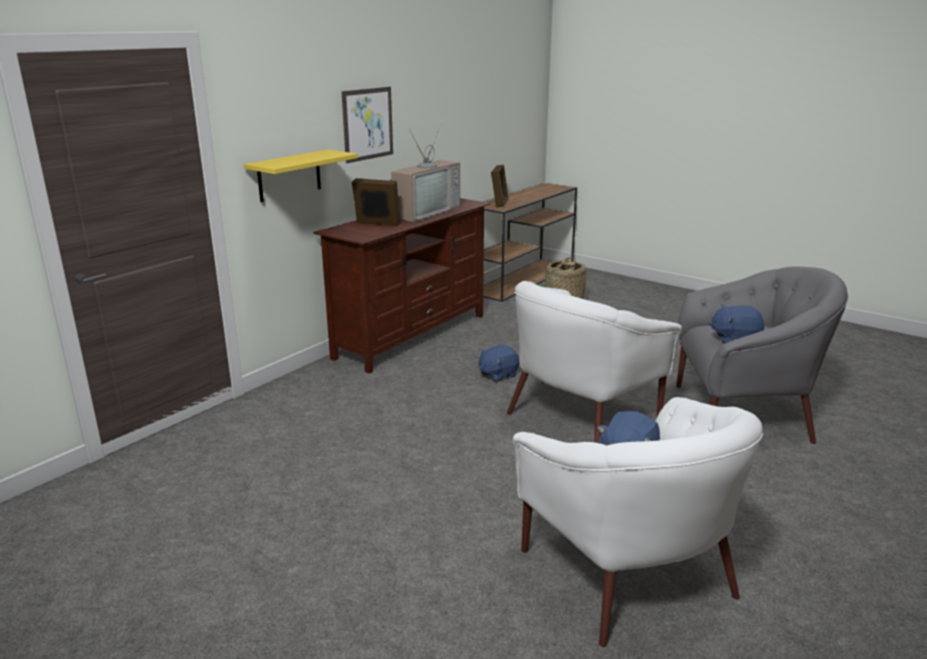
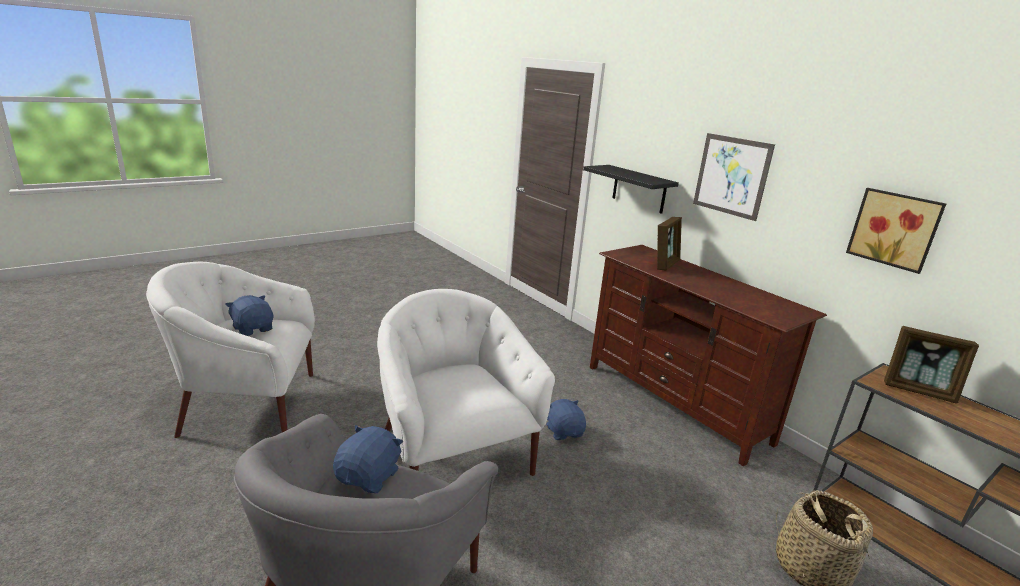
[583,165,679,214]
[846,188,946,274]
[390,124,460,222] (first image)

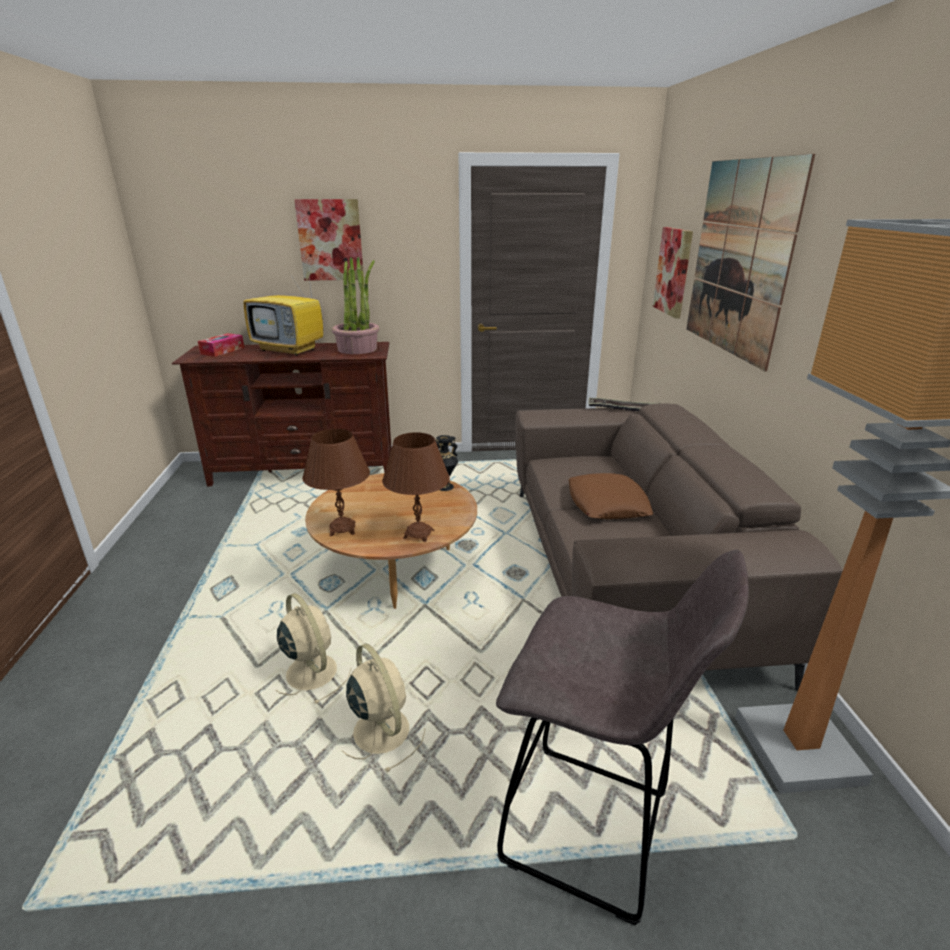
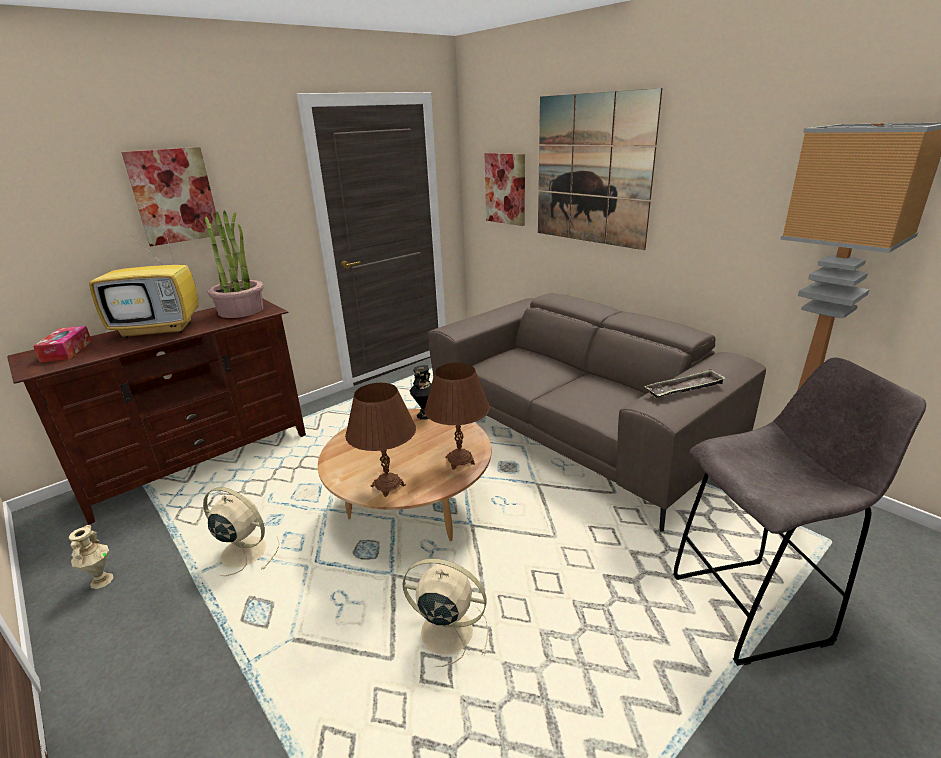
[69,525,114,589]
[203,487,280,576]
[644,369,726,398]
[569,473,653,519] (first image)

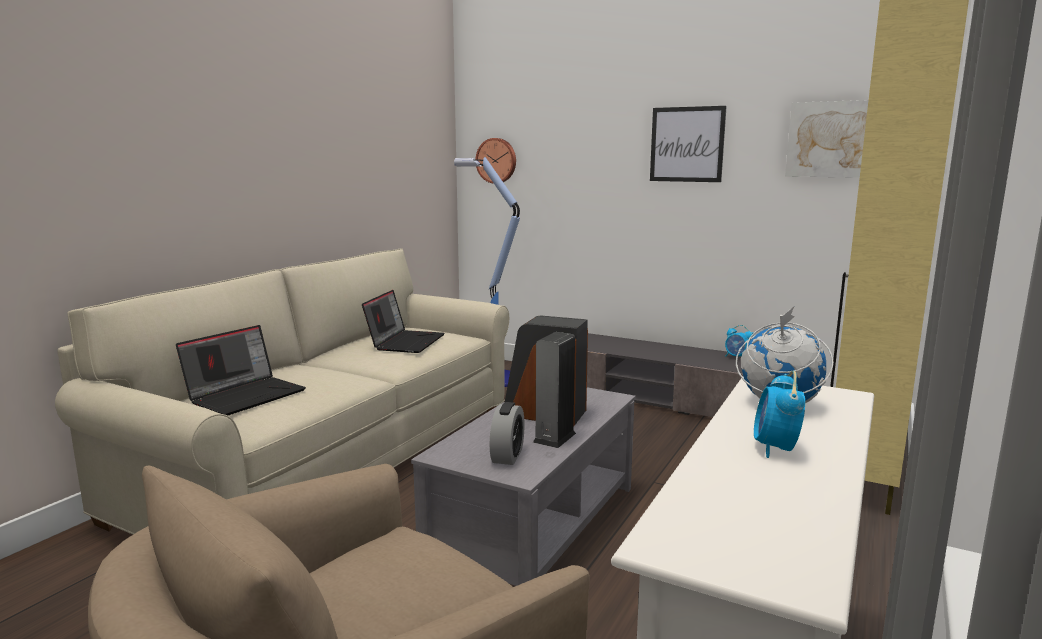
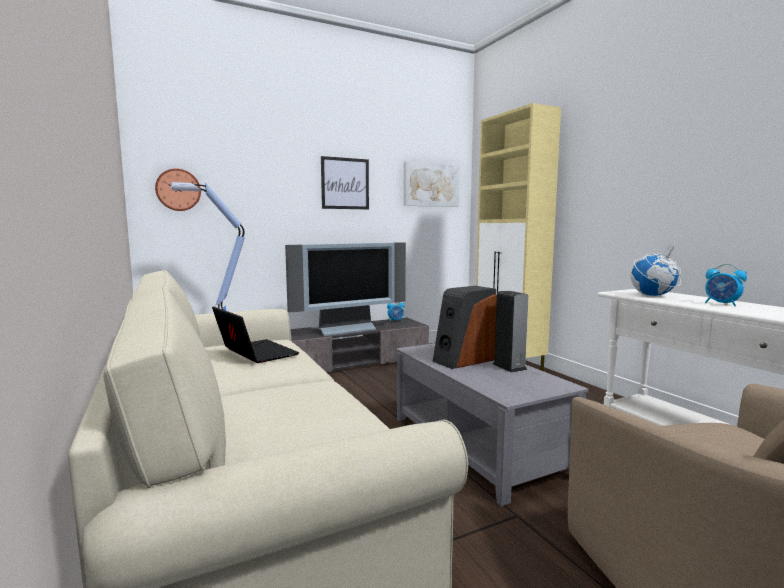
[285,242,406,336]
[176,325,306,416] (first image)
[490,402,525,465] (first image)

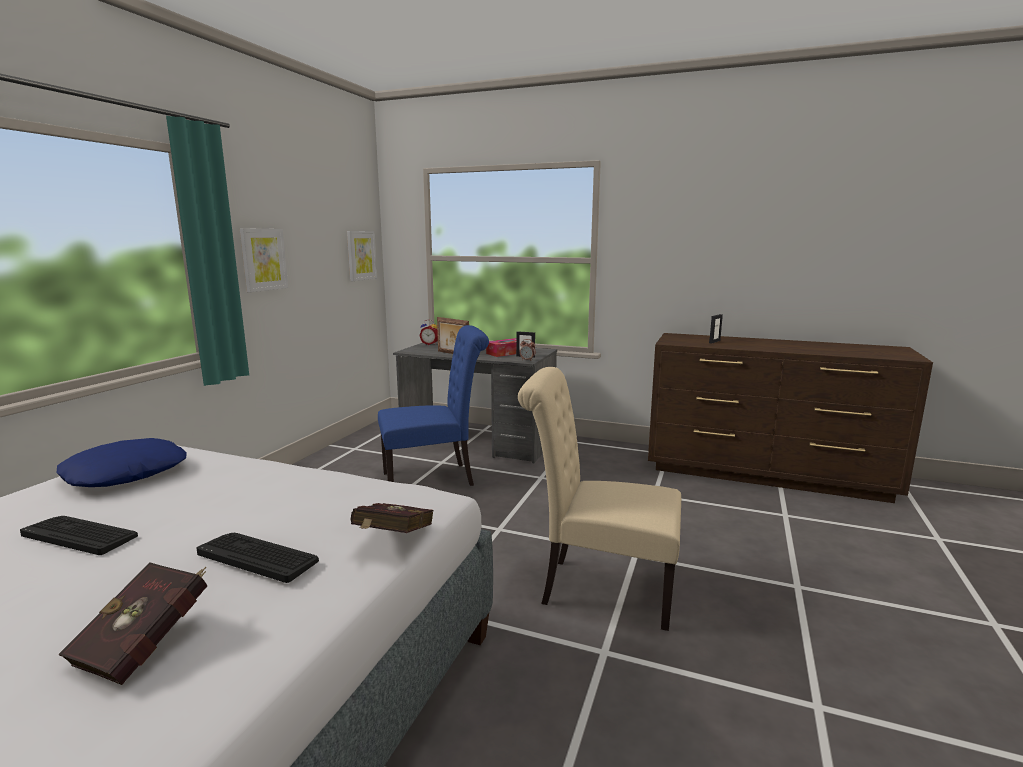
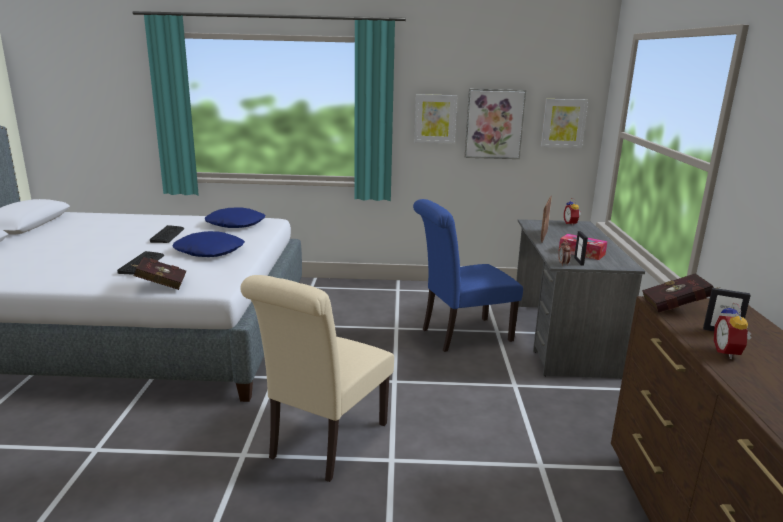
[172,231,245,257]
[240,275,394,482]
[413,199,523,352]
[465,89,526,159]
[642,273,720,313]
[714,303,752,359]

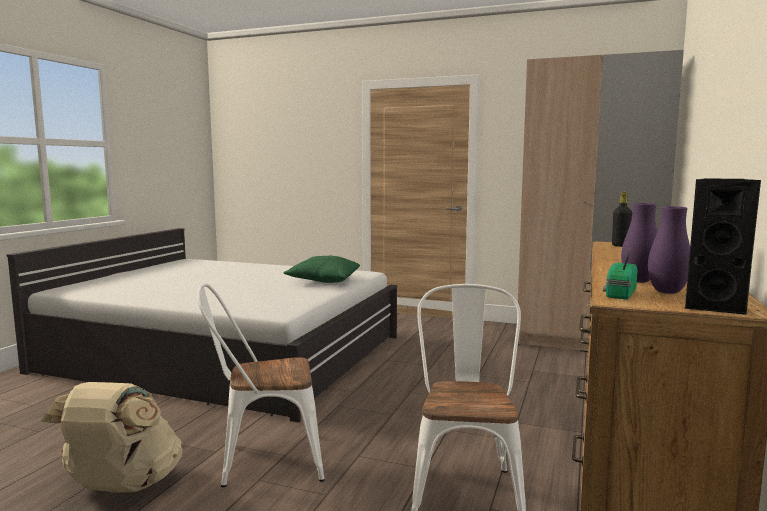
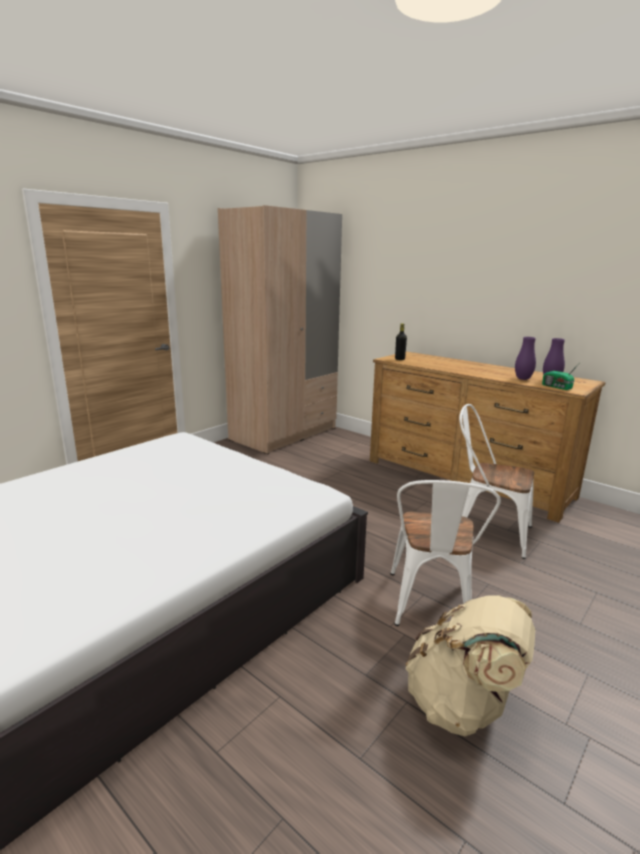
[284,255,360,283] (first image)
[685,178,761,315] (first image)

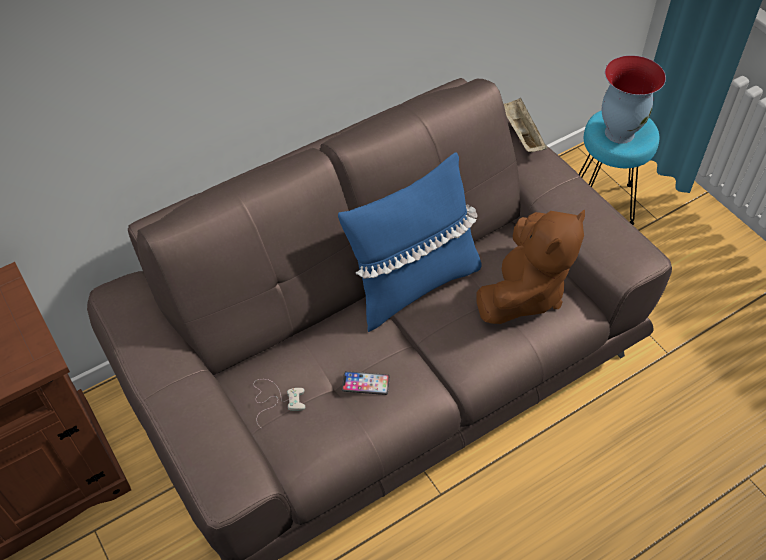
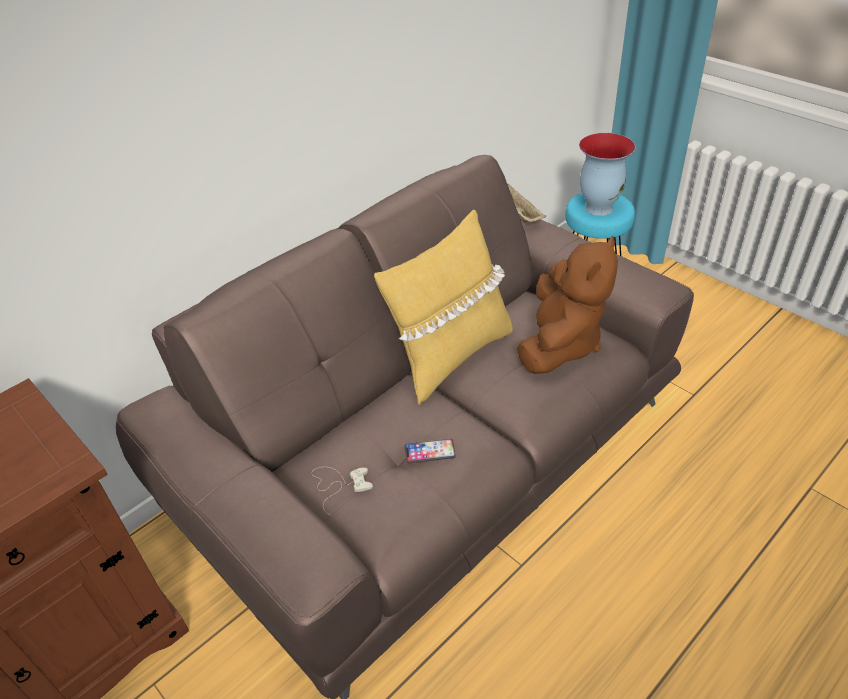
[374,210,513,405]

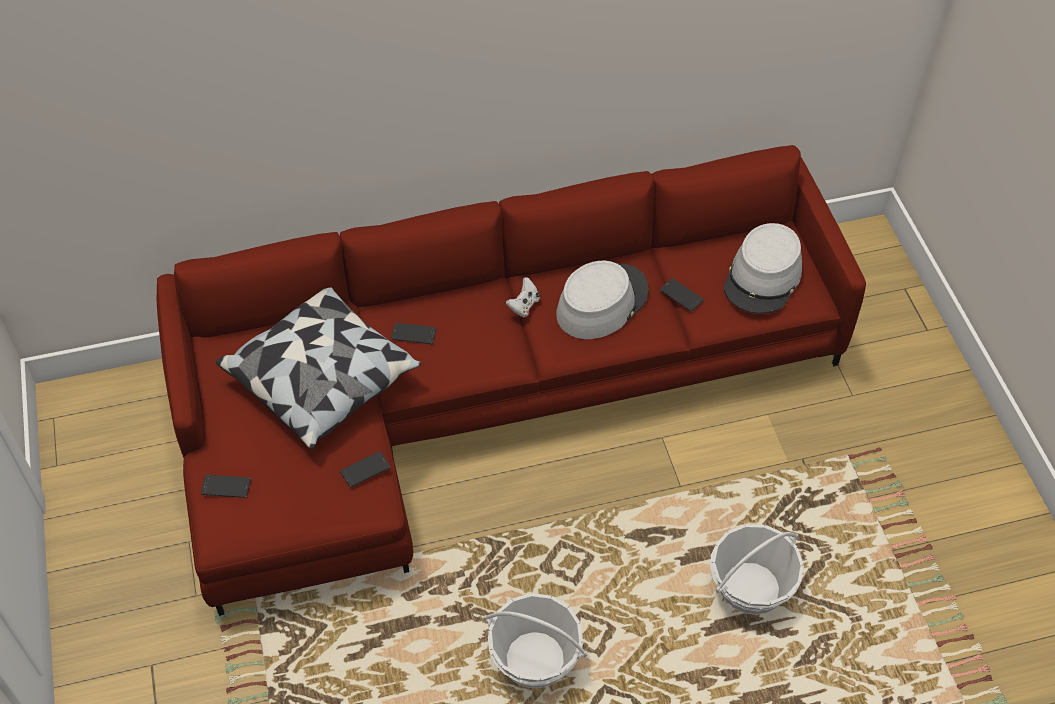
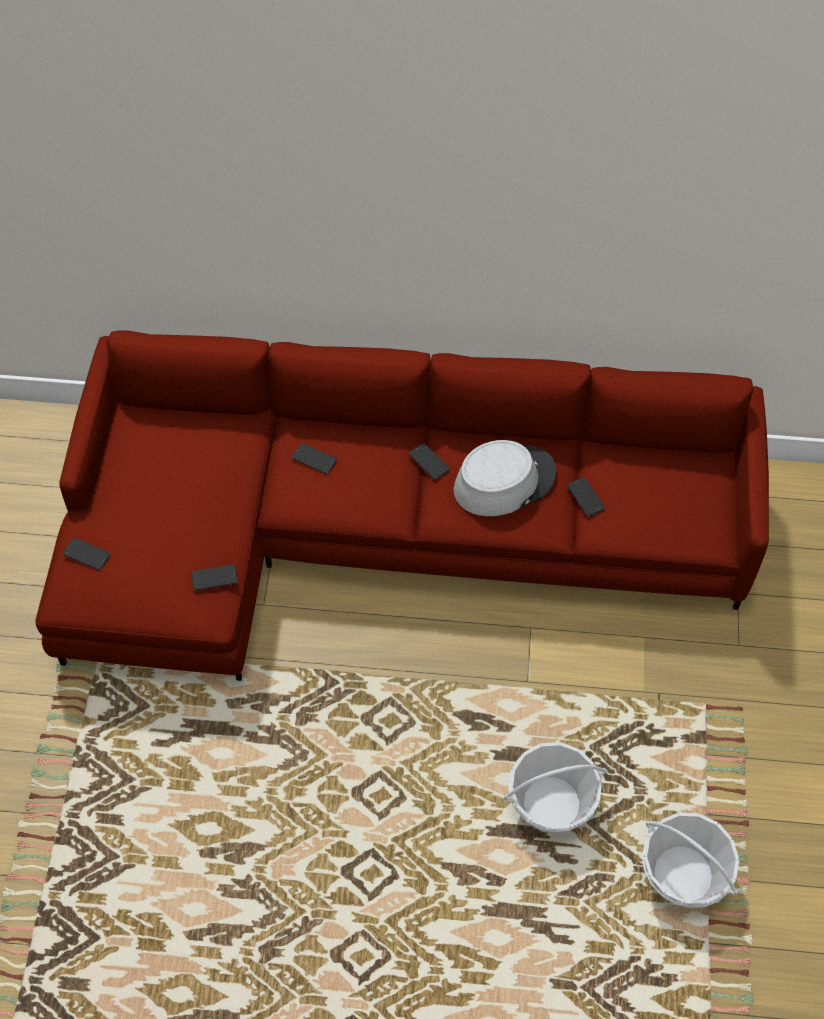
[409,443,450,480]
[642,812,739,908]
[215,288,422,449] (first image)
[724,223,802,314] (first image)

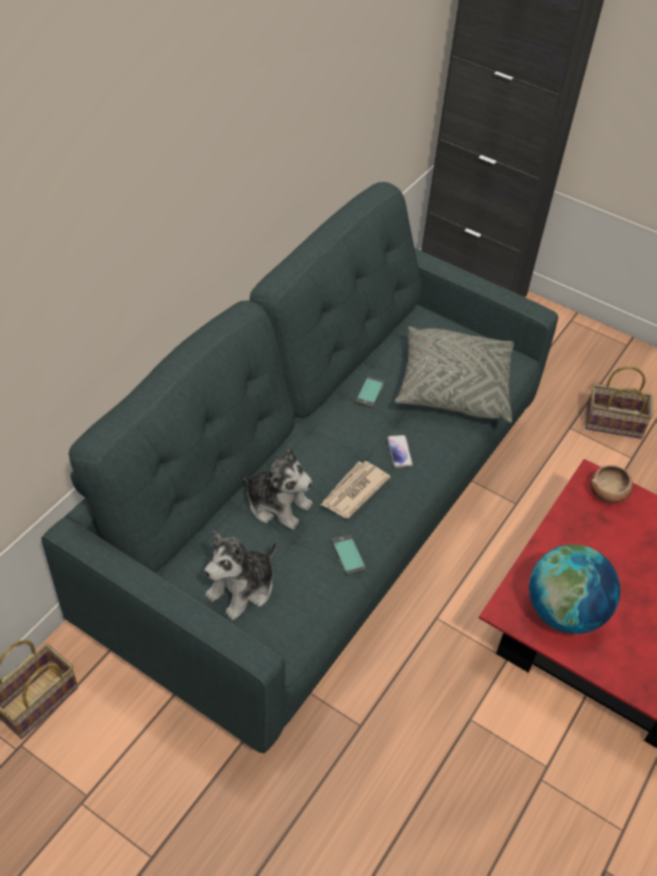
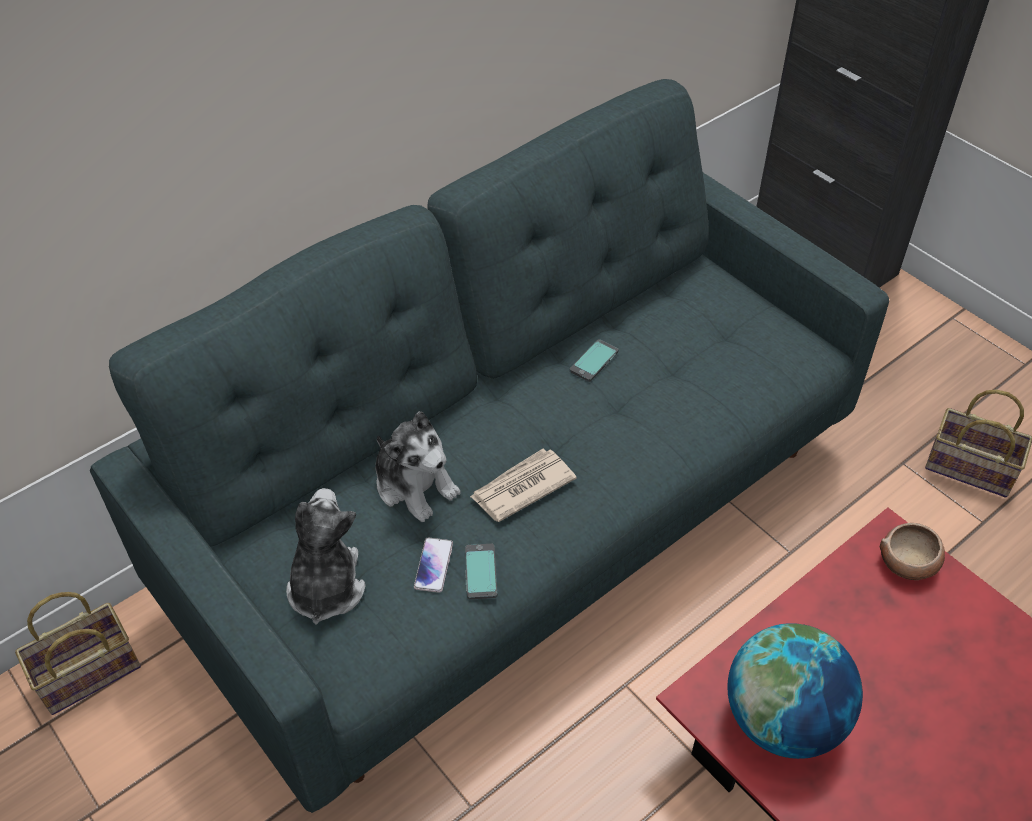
[286,488,365,625]
[414,538,453,593]
[395,326,514,423] (first image)

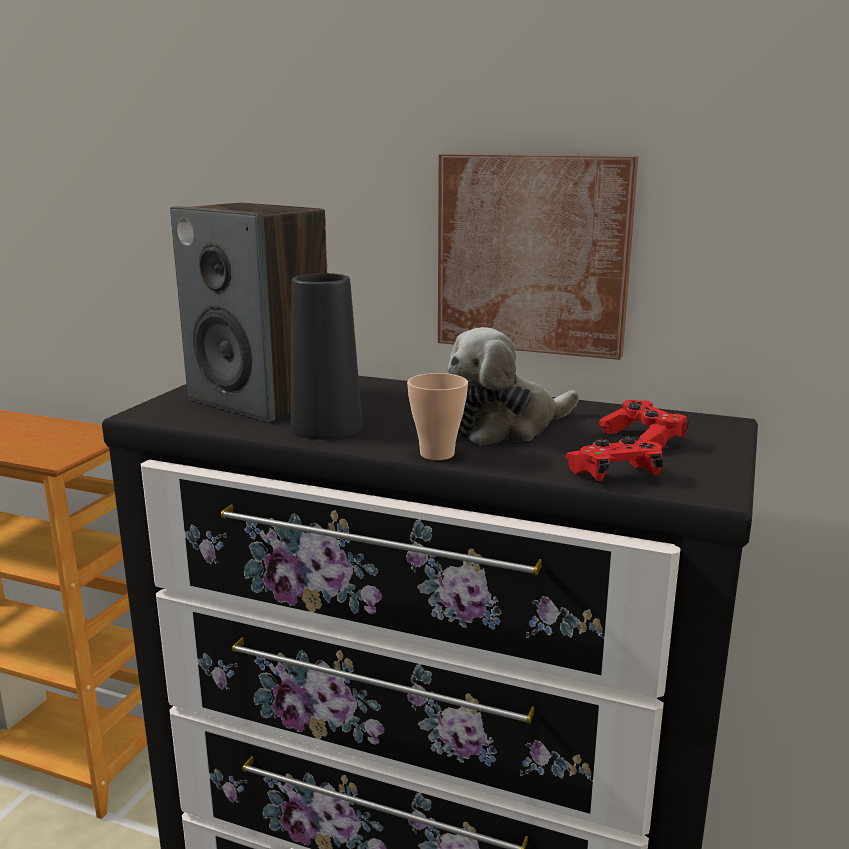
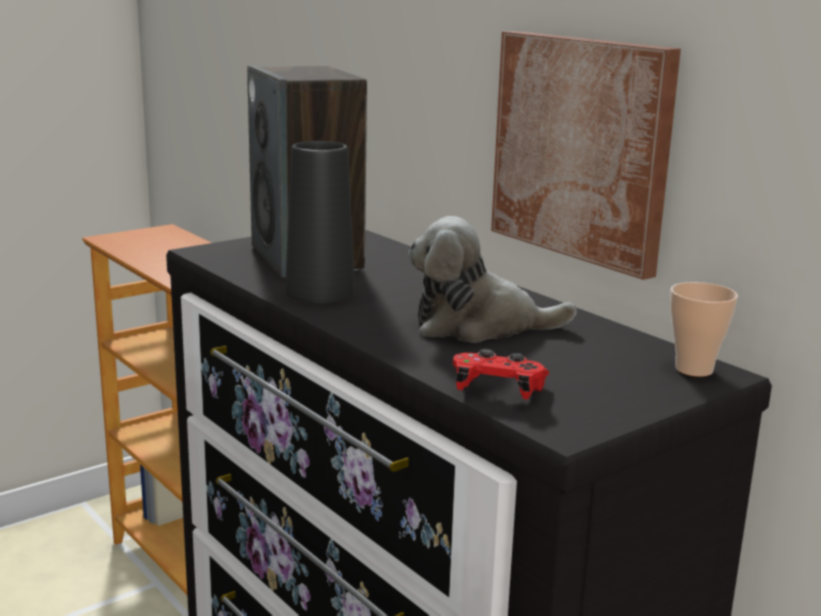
[670,282,738,377]
[599,400,689,447] (first image)

